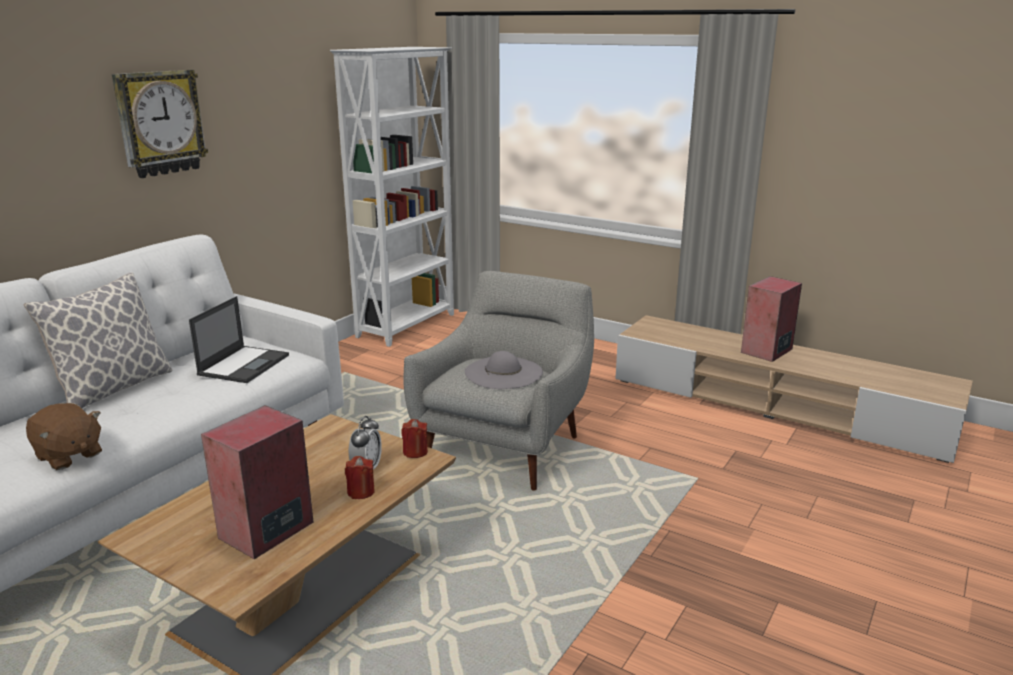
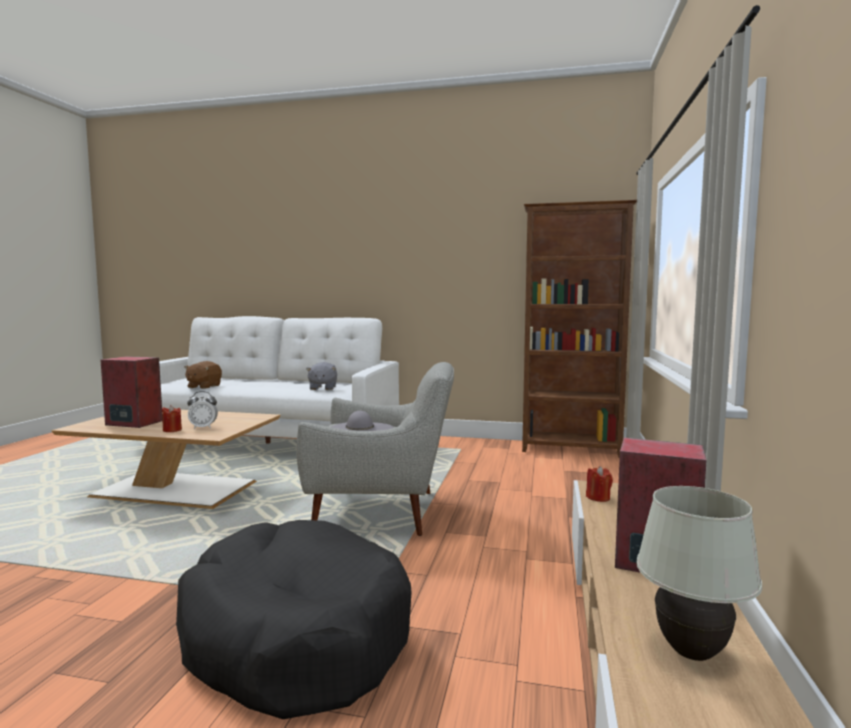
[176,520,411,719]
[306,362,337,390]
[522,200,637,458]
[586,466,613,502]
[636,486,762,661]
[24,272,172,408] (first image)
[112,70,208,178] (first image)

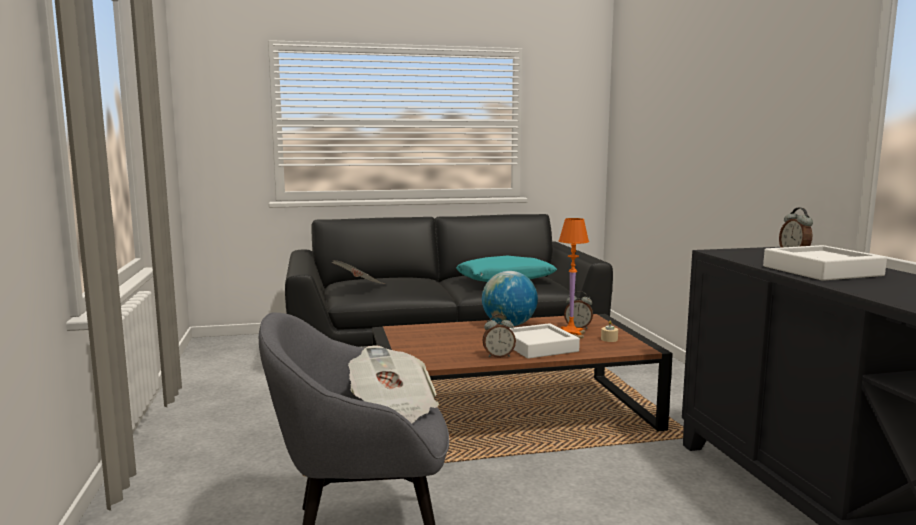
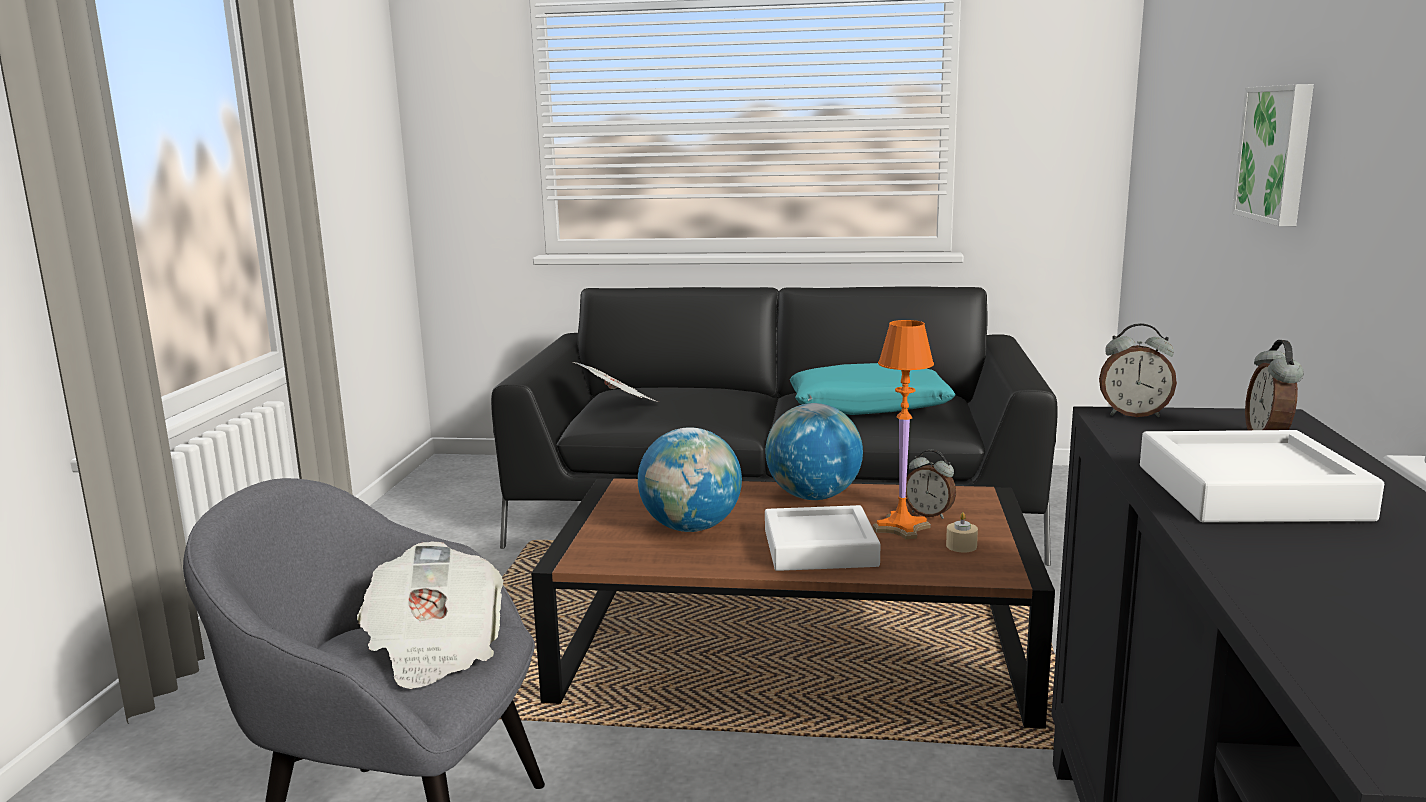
[638,427,742,532]
[1099,323,1177,417]
[1232,84,1314,226]

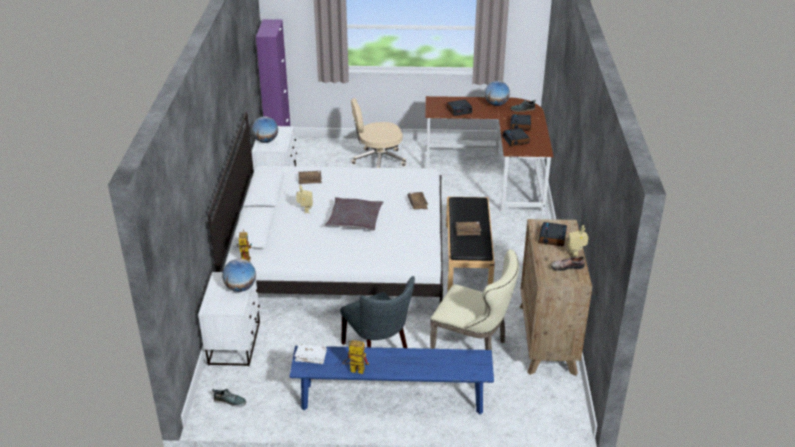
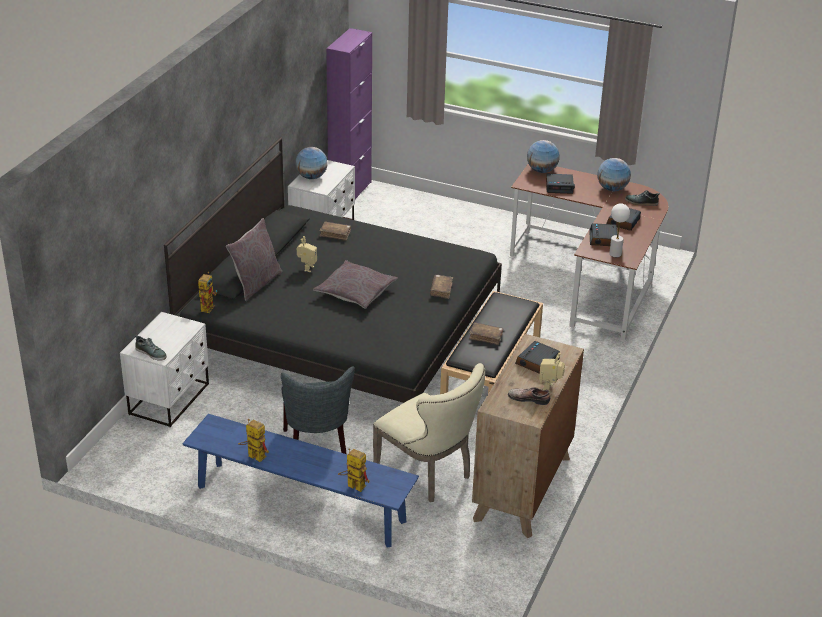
[135,334,167,361]
[164,137,502,403]
[226,218,283,301]
[338,448,370,492]
[527,140,560,173]
[609,203,630,257]
[295,343,327,364] (first image)
[351,98,406,168] (first image)

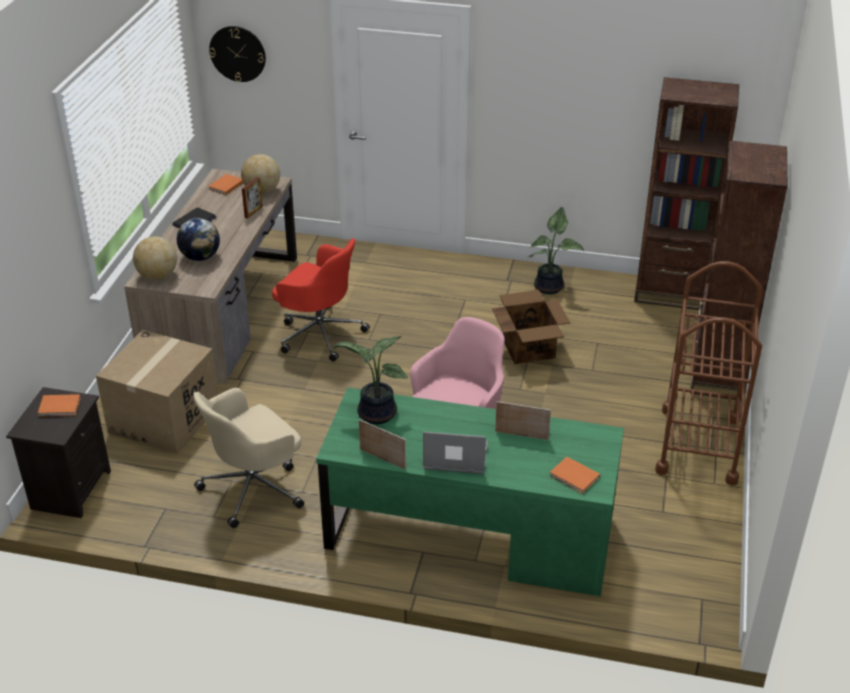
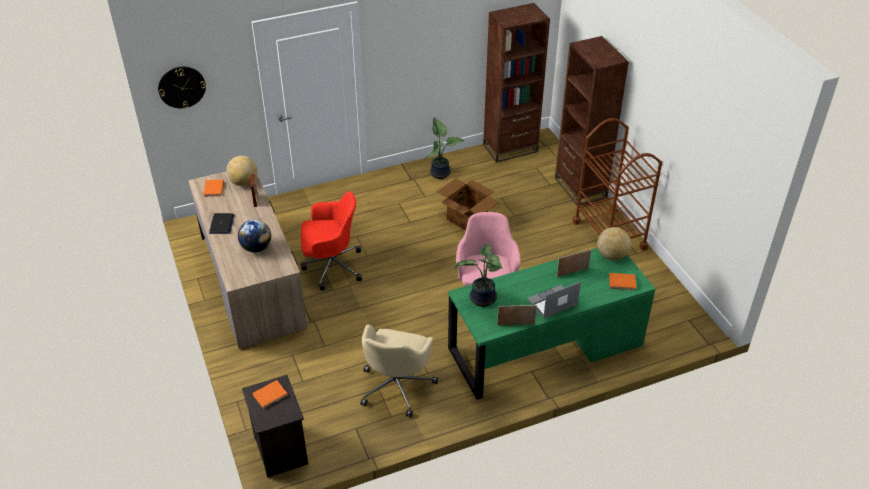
[597,227,631,260]
[96,330,219,454] (first image)

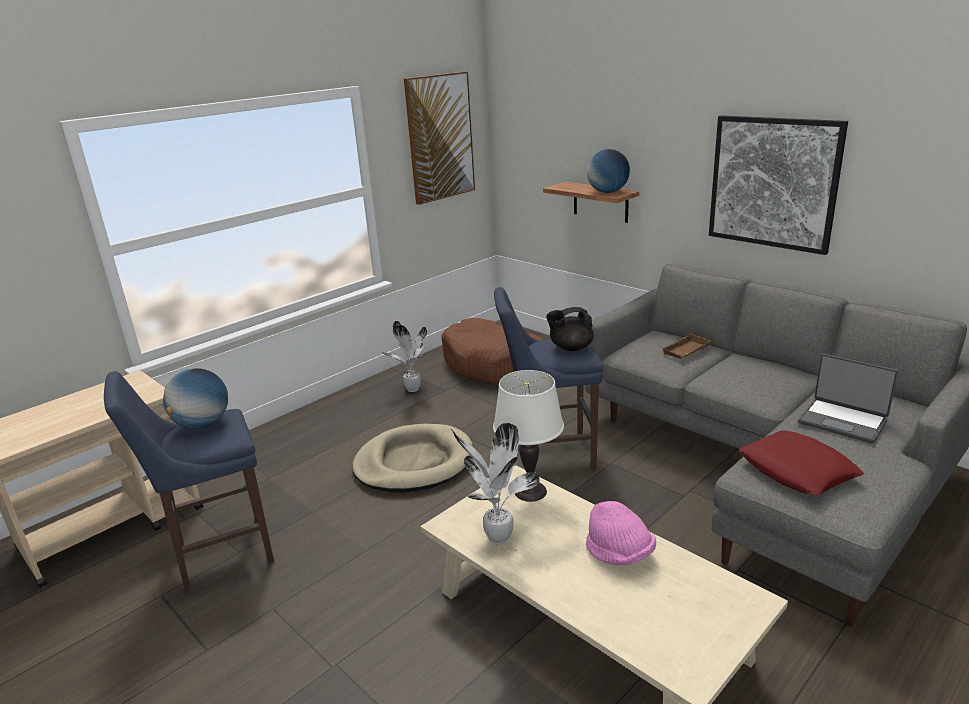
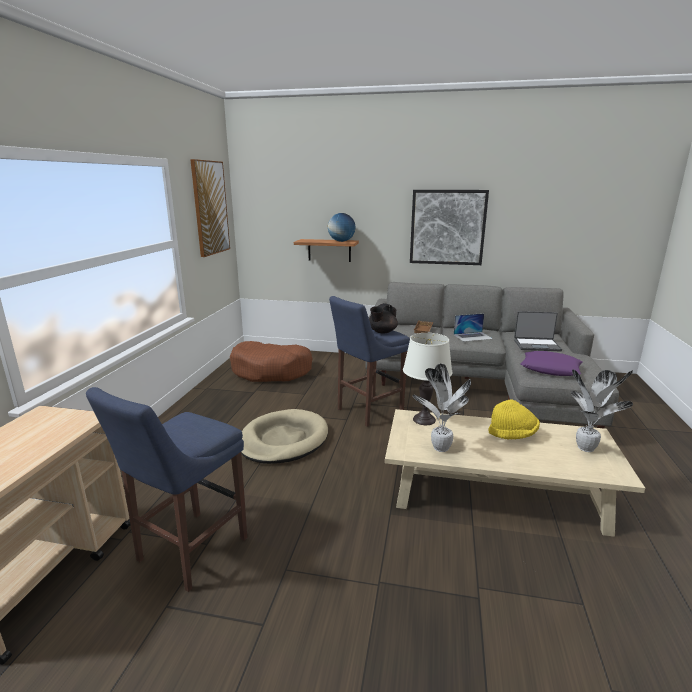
[453,313,493,342]
[488,400,540,439]
[520,351,583,376]
[571,370,633,452]
[163,368,228,429] (first image)

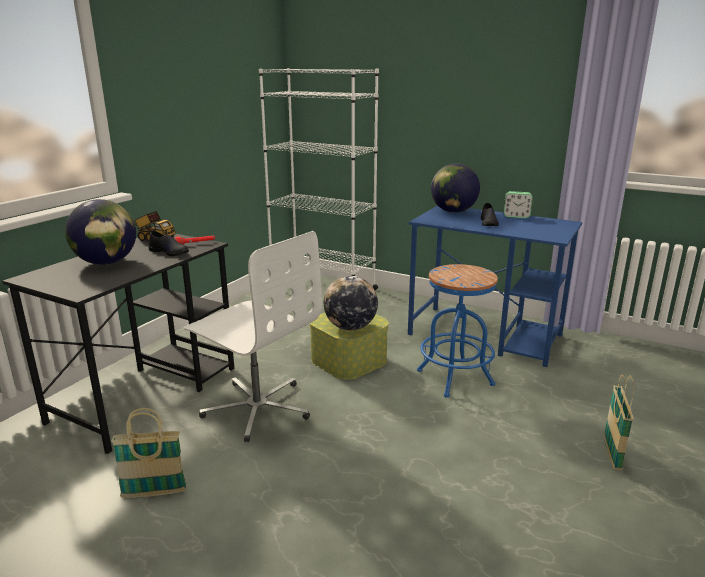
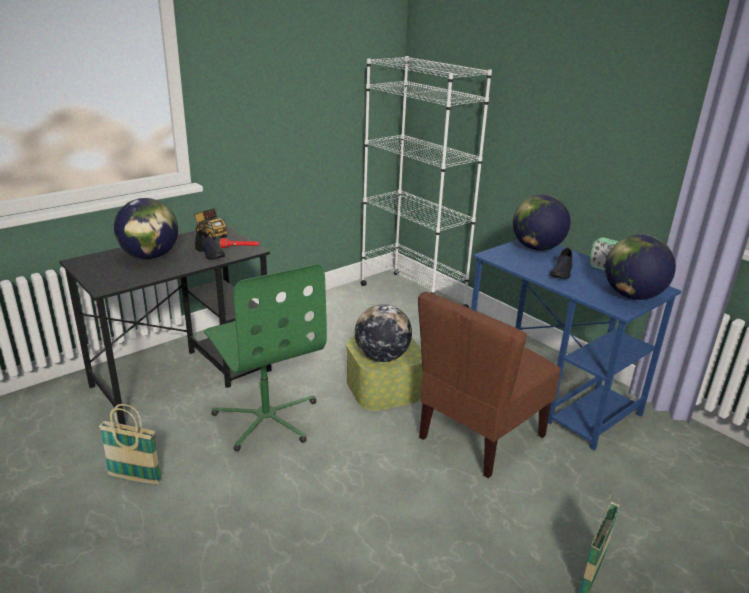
[204,264,327,452]
[418,292,561,478]
[605,234,676,300]

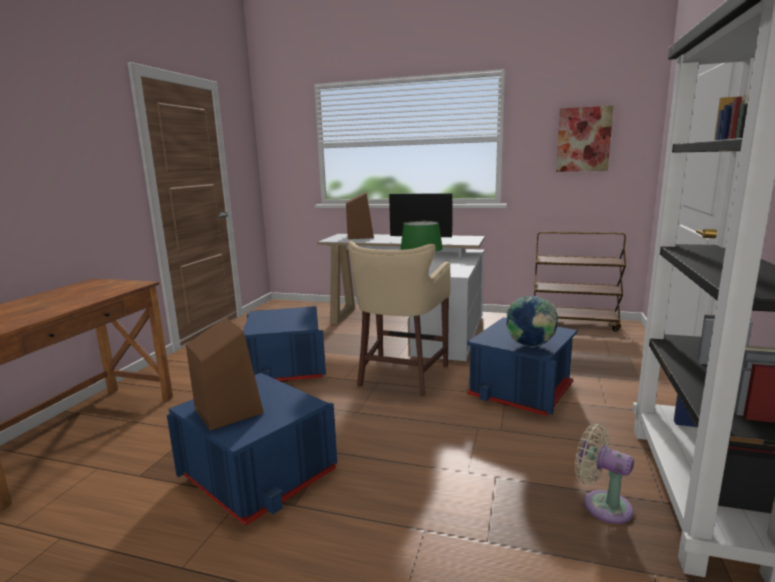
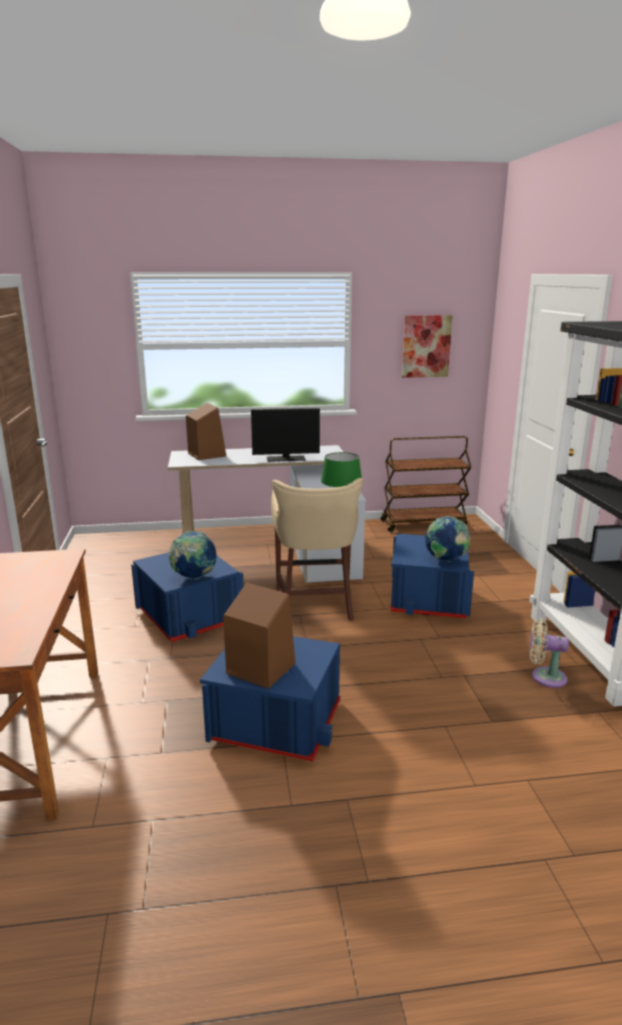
[169,531,217,579]

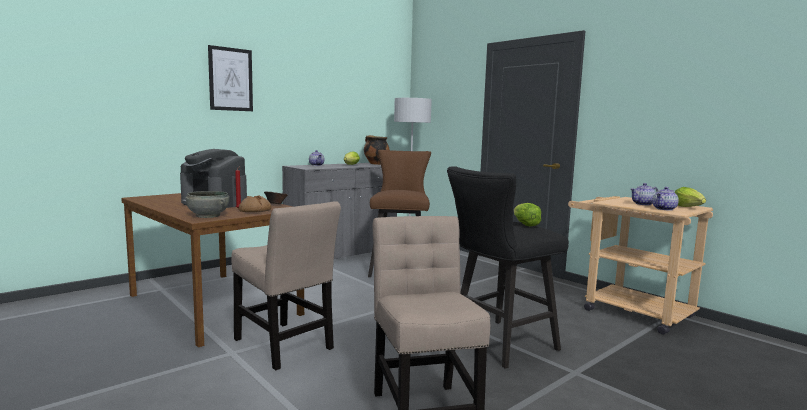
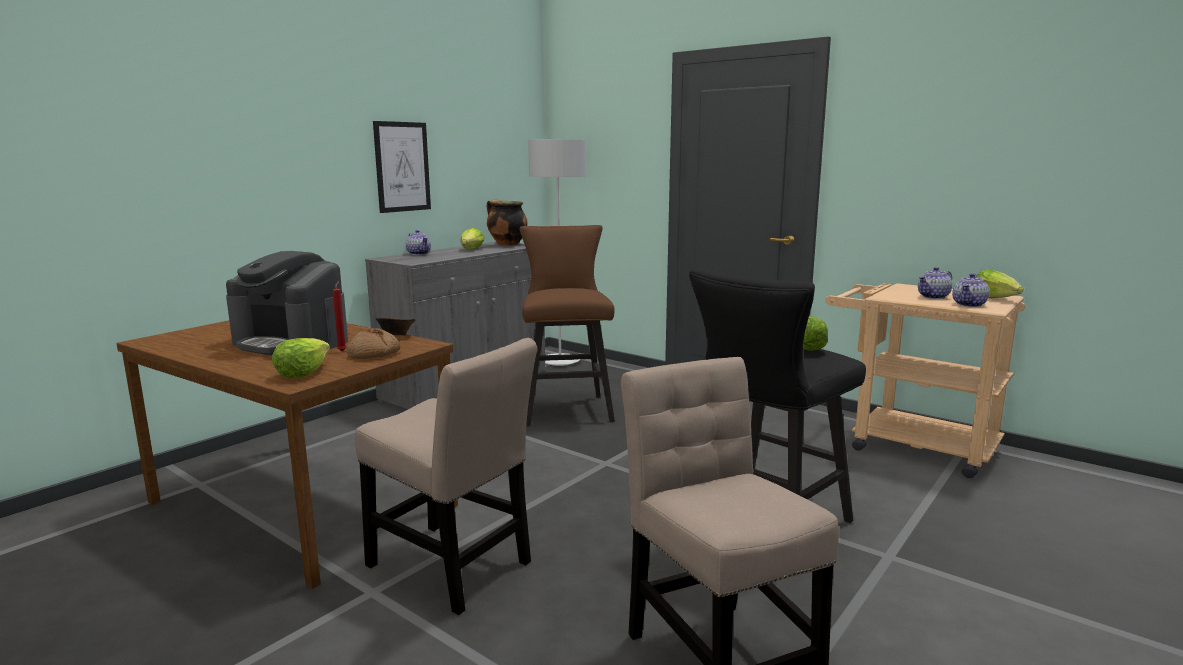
[272,338,330,378]
[373,121,431,213]

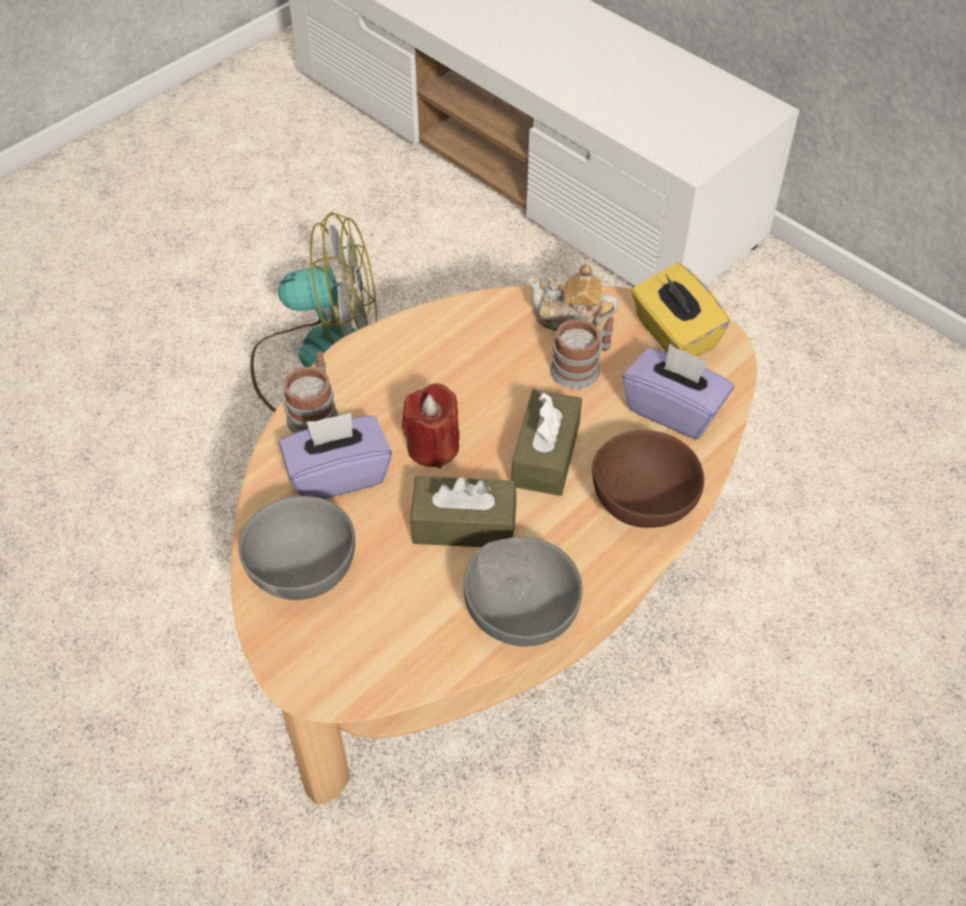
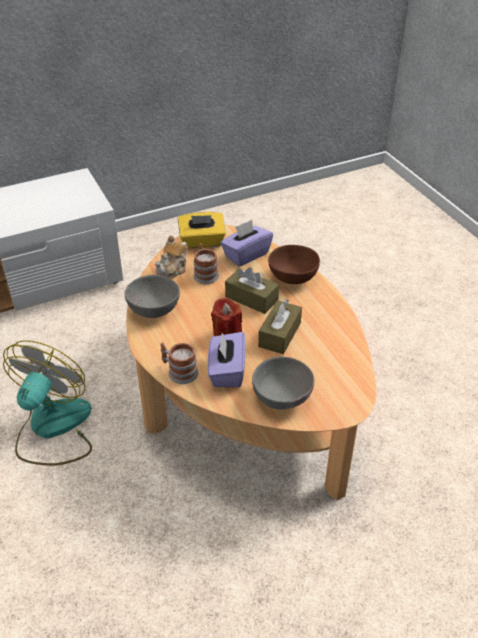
[124,275,180,318]

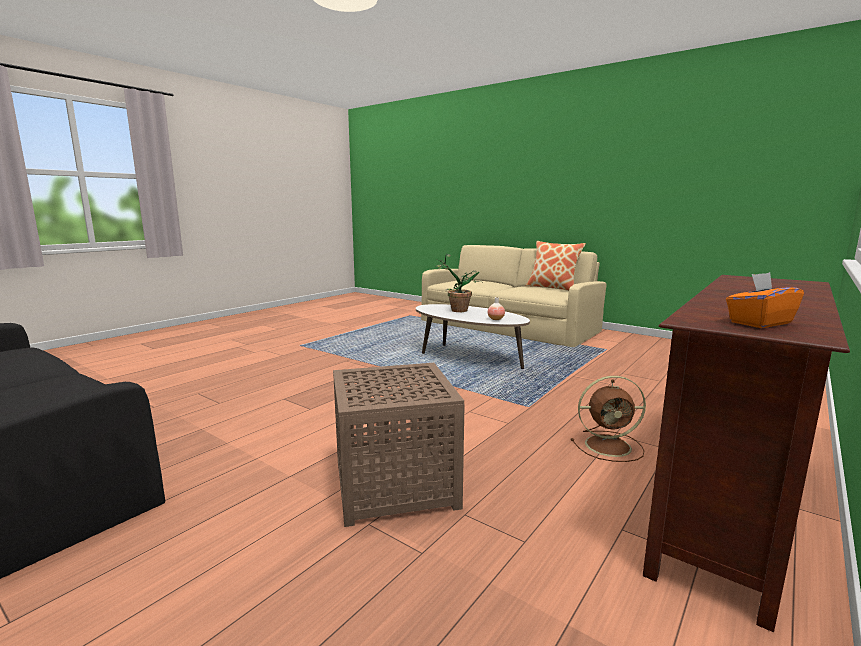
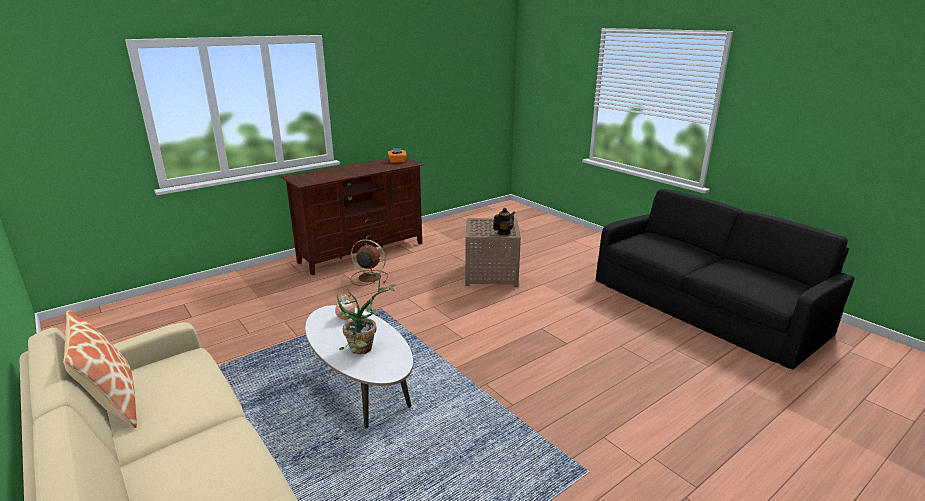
[493,208,515,235]

